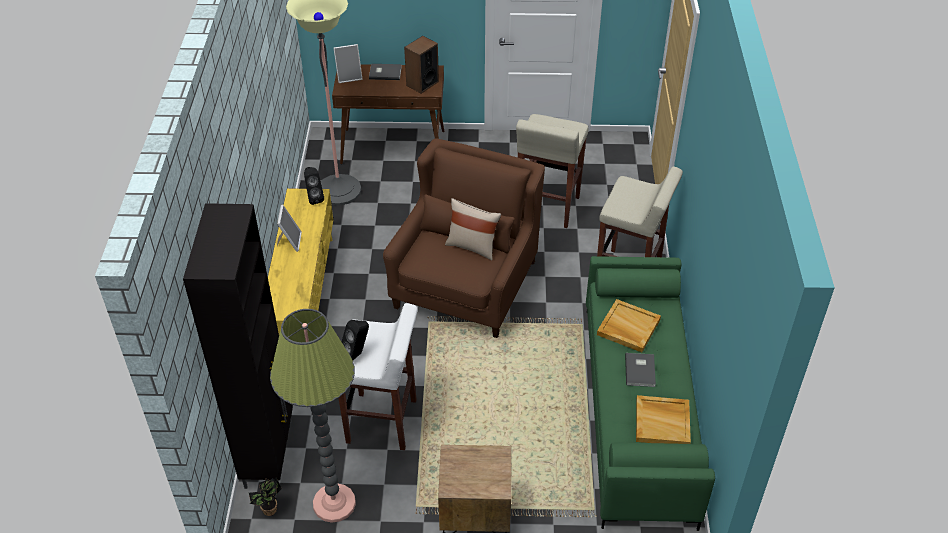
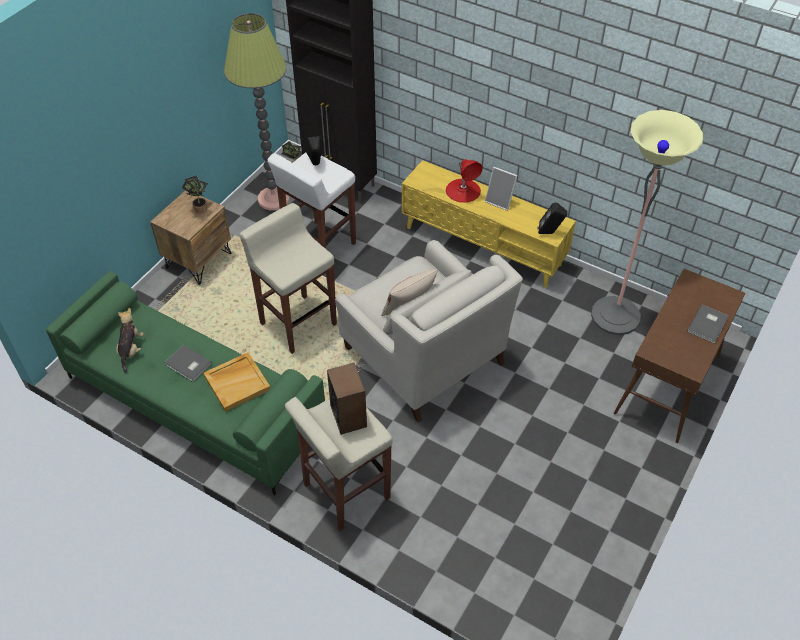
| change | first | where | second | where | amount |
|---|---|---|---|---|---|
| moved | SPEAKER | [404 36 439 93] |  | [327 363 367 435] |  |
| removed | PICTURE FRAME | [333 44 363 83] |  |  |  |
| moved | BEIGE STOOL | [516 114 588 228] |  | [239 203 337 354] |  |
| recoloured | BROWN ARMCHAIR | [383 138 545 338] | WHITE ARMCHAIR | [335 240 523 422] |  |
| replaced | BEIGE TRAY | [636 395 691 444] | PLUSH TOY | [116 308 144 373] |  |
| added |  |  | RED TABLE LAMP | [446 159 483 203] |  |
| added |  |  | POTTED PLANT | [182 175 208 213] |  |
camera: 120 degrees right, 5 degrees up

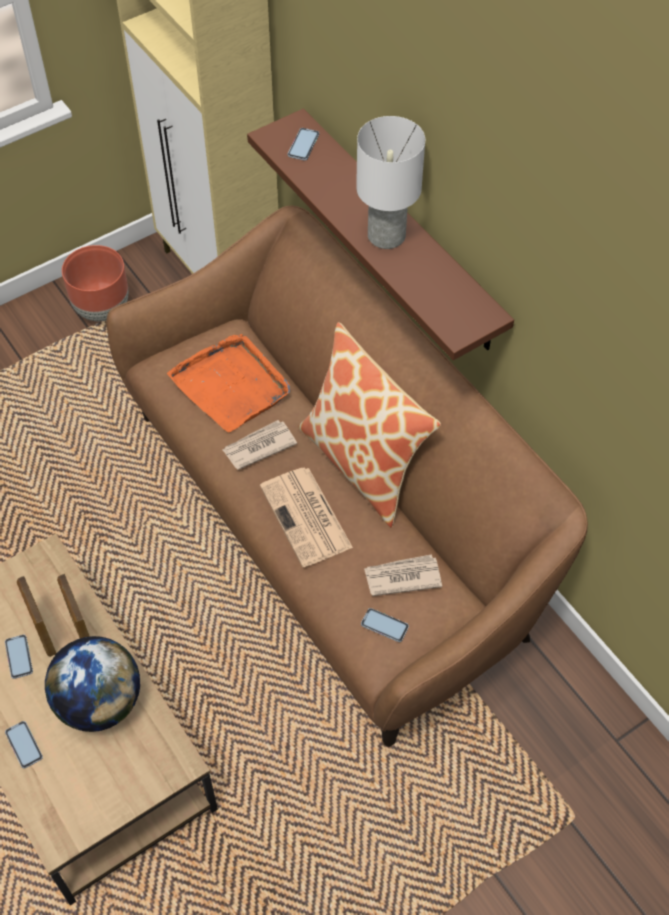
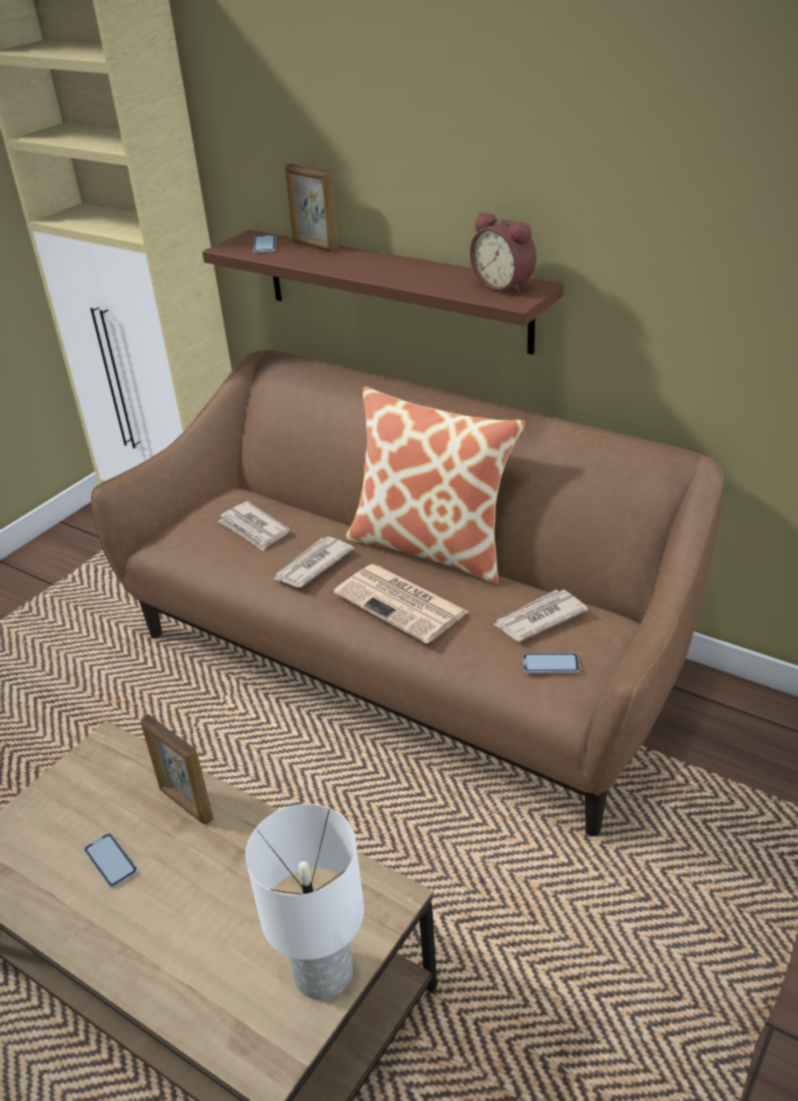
| change | first | where | second | where | amount |
|---|---|---|---|---|---|
| moved | WHITE TABLE LAMP | [356 116 425 249] |  | [246 804 364 1000] |  |
| removed | BROWN PLANTER | [62 245 129 321] |  |  |  |
| replaced | ORANGE TRAY | [167 334 290 433] | NEWSPAPER | [218 501 290 551] |  |
| moved | PICTURE FRAME | [17 576 57 657] |  | [285 164 338 252] |  |
| removed | GLOBE | [45 636 140 732] |  |  |  |
| removed | PHONE | [5 721 43 769] |  |  |  |
| added |  |  | ALARM CLOCK | [470 212 536 294] |  |
camera: 20 degrees left, 20 degrees down

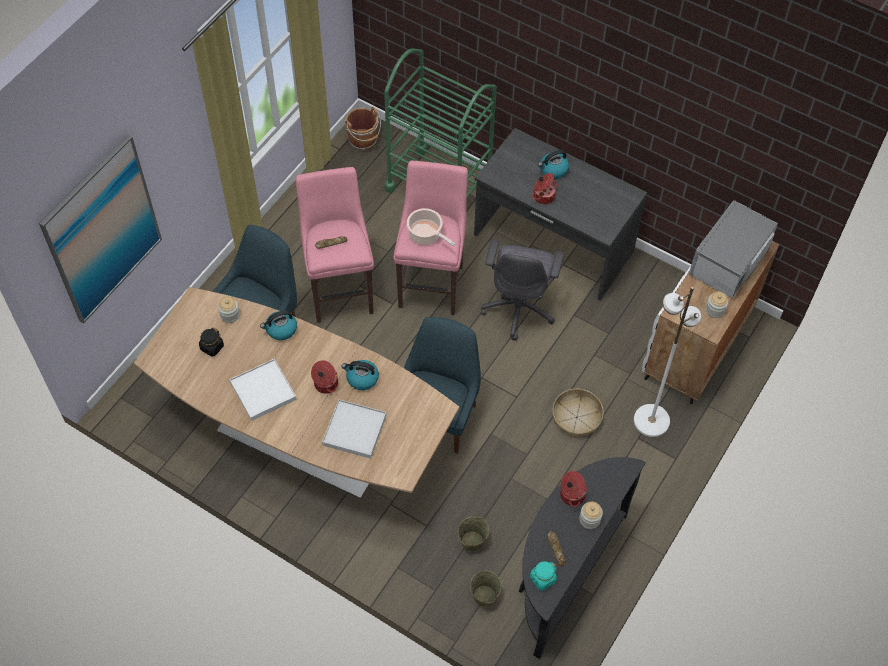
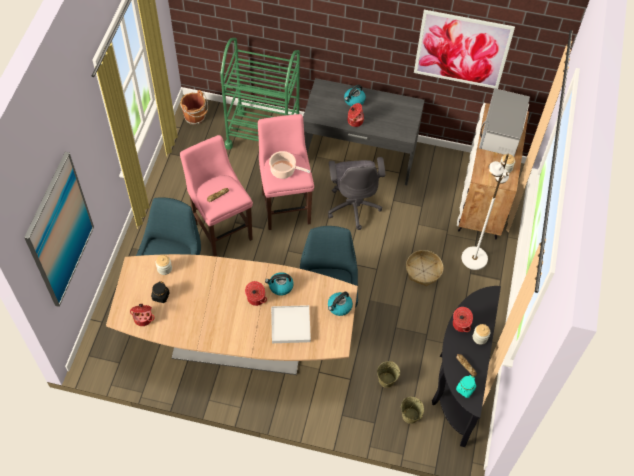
| change | first | where | second | where | amount |
|---|---|---|---|---|---|
| moved | KETTLE | [260 310 297 340] |  | [328 292 353 316] |  |
| removed | WHITE TRAY | [230 359 297 421] |  |  |  |
| added |  |  | PICTURE | [414 10 515 89] |  |
| added |  |  | COOKING POT | [130 304 155 326] |  |
camera: 20 degrees left, 0 degrees up

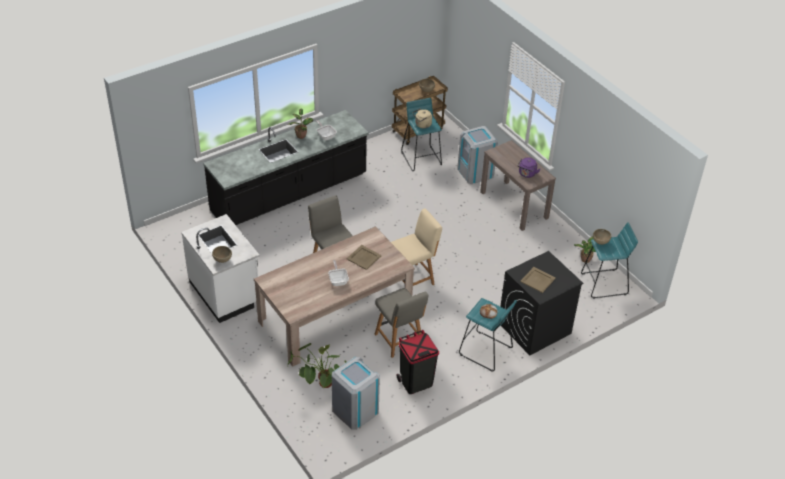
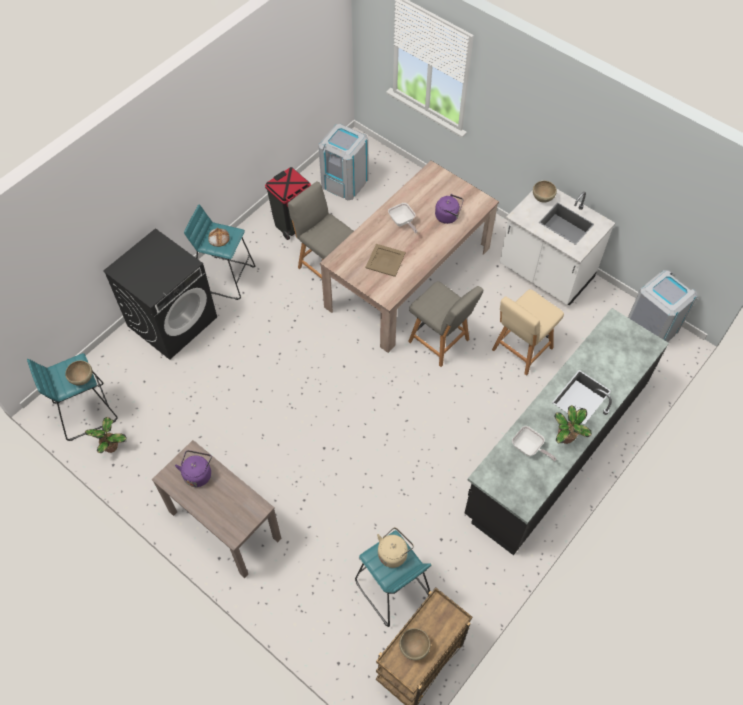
| change | first | where | second | where | amount |
|---|---|---|---|---|---|
| moved | GREY TRASH CAN | [457 126 498 184] |  | [628 270 698 342] |  |
| moved | BEIGE CHAIR | [391 208 442 286] |  | [492 289 564 376] |  |
| removed | BEIGE TRAY | [520 267 556 293] |  |  |  |
| removed | POTTED PLANT | [288 343 346 389] |  |  |  |
| added |  |  | PURPLE KETTLE | [435 194 463 224] |  |
camera: 165 degrees right, 15 degrees up

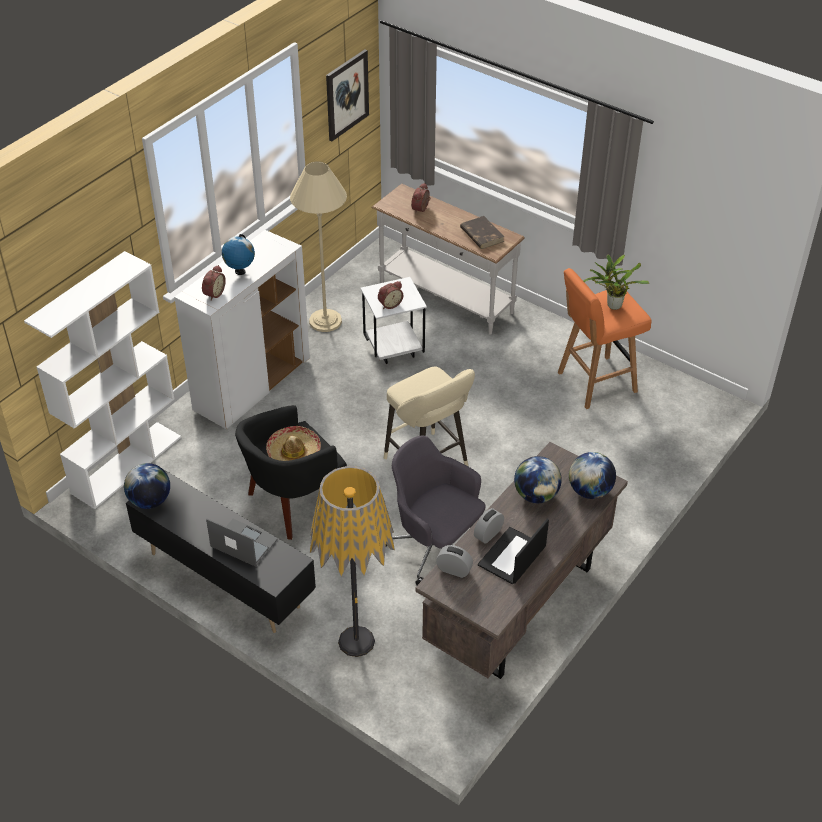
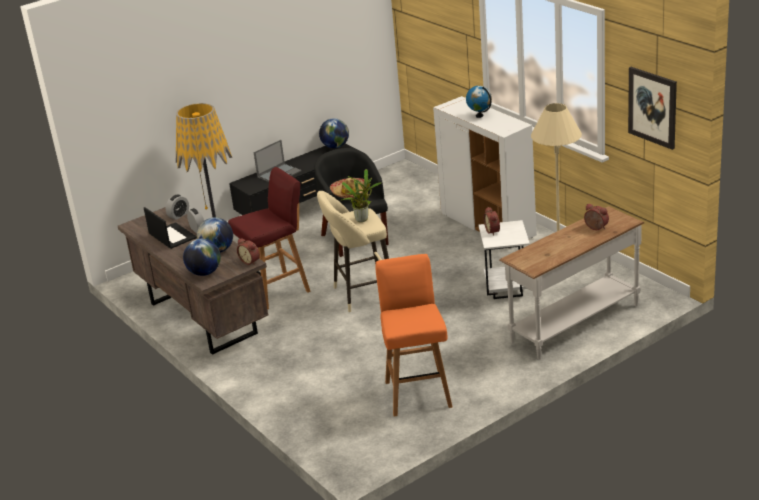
| change | first | where | second | where | amount |
|---|---|---|---|---|---|
| removed | BROWN BOOK | [460 216 504 249] |  |  |  |
| removed | WHITE BOOKCASE | [24 251 181 509] |  |  |  |
| moved | POTTED PLANT | [583 255 649 310] |  | [340 169 382 222] |  |
| moved | ALARM CLOCK | [202 265 226 301] |  | [237 238 260 265] |  |
| replaced | GREY OFFICE CHAIR | [386 435 486 585] | RED STOOL | [228 167 311 310] |  |
camera: 110 degrees right, 15 degrees down

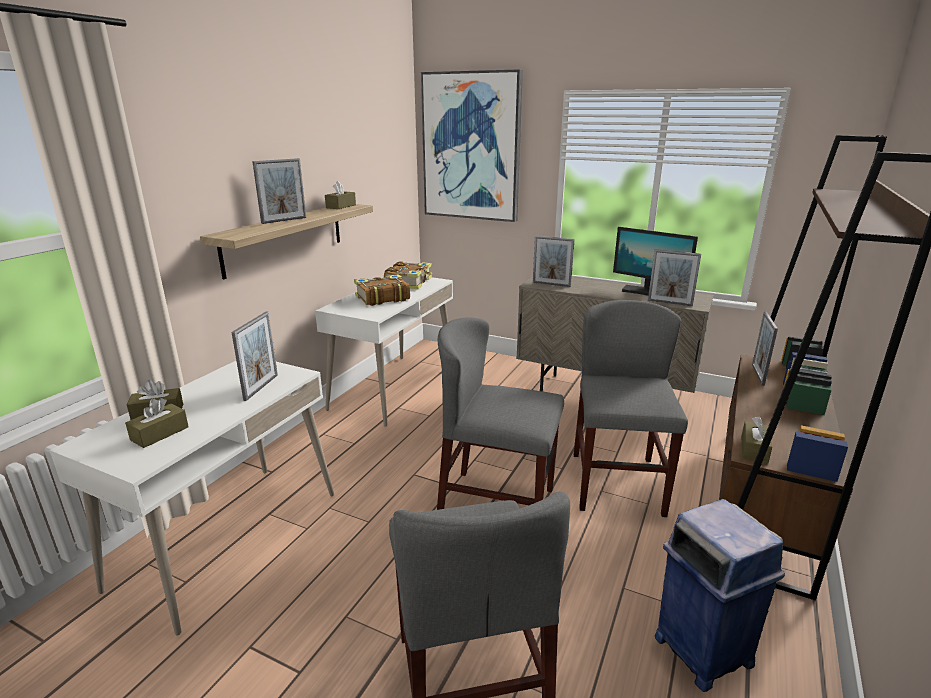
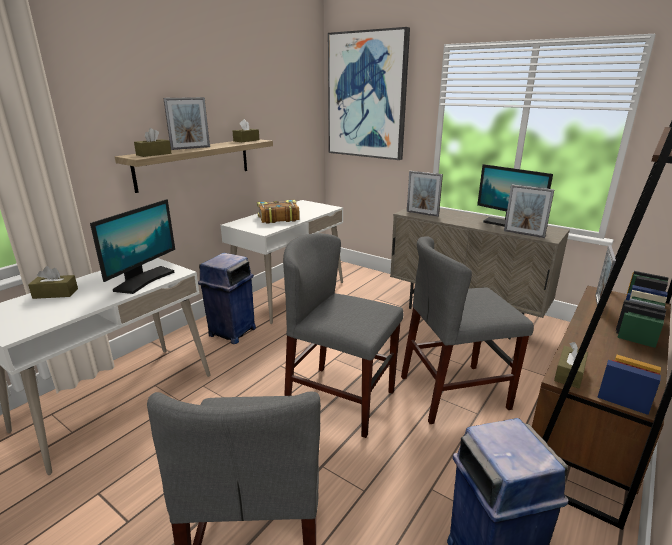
| change | first | where | second | where | amount |
|---|---|---|---|---|---|
| removed | BOOK | [384 261 432 289] |  |  |  |
| turned | GREY CHAIR | [574 300 688 517] |  | [401 237 534 424] | 120 degrees counterclockwise |
| replaced | PICTURE FRAME | [231 312 278 401] | MONITOR | [90 199 175 294] |  |
| moved | BROWN TISSUE BOX | [125 398 189 448] |  | [134 128 171 157] |  |
| added |  |  | BLUE TRASH CAN | [198 253 256 344] |  |
camera: 10 degrees right, 0 degrees up

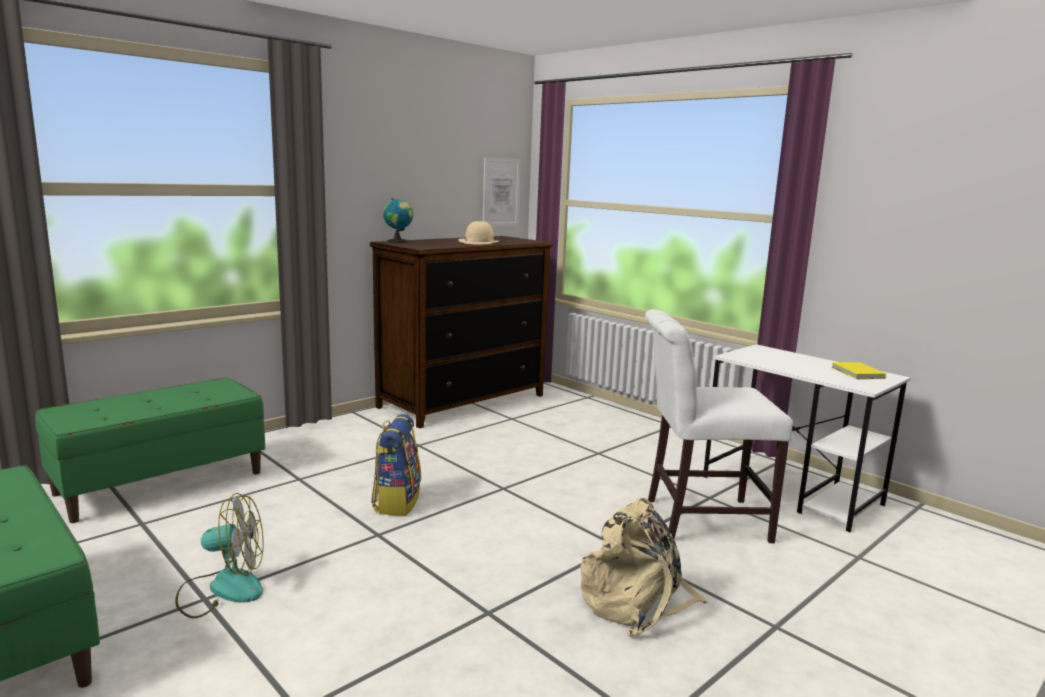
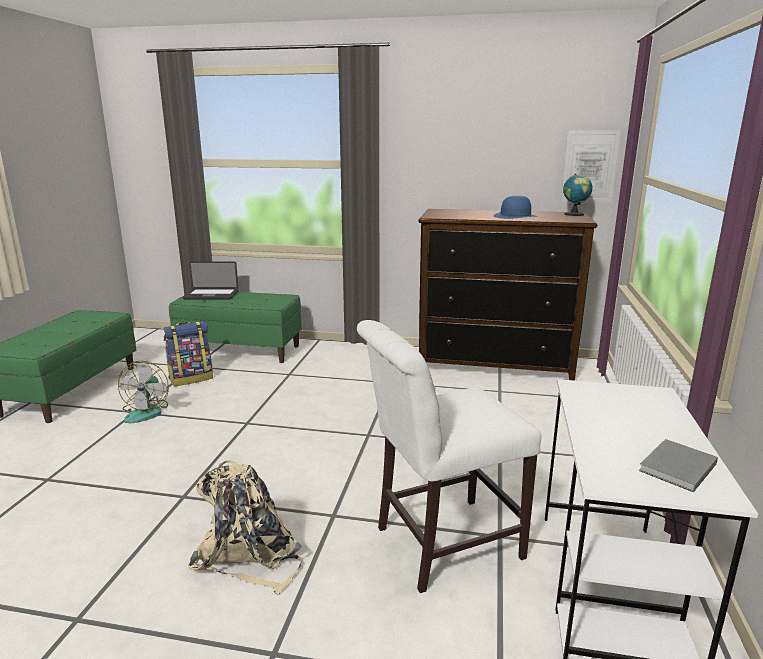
| change | first | where | second | where | amount |
|---|---|---|---|---|---|
| moved | GLOBE | [383 198 413 243] |  | [563 174 592 216] |  |
| recoloured | BEIGE HAT | [458 221 499 245] | BLUE HAT | [494 196 538 219] |  |
| turned | WHITE CHAIR | [645 309 793 543] |  | [357 320 542 593] | 75 degrees counterclockwise |
| recoloured | YELLOW BOOK | [831 362 886 379] | GREY BOOK | [639 439 718 492] |  |
| moved | BACKPACK | [371 414 421 516] |  | [164 321 213 386] |  |
| turned | FAN | [175 493 264 618] |  | [118 361 169 423] | 45 degrees clockwise |
| added |  |  | LAPTOP | [183 261 238 299] |  |
camera: 55 degrees right, 5 degrees up

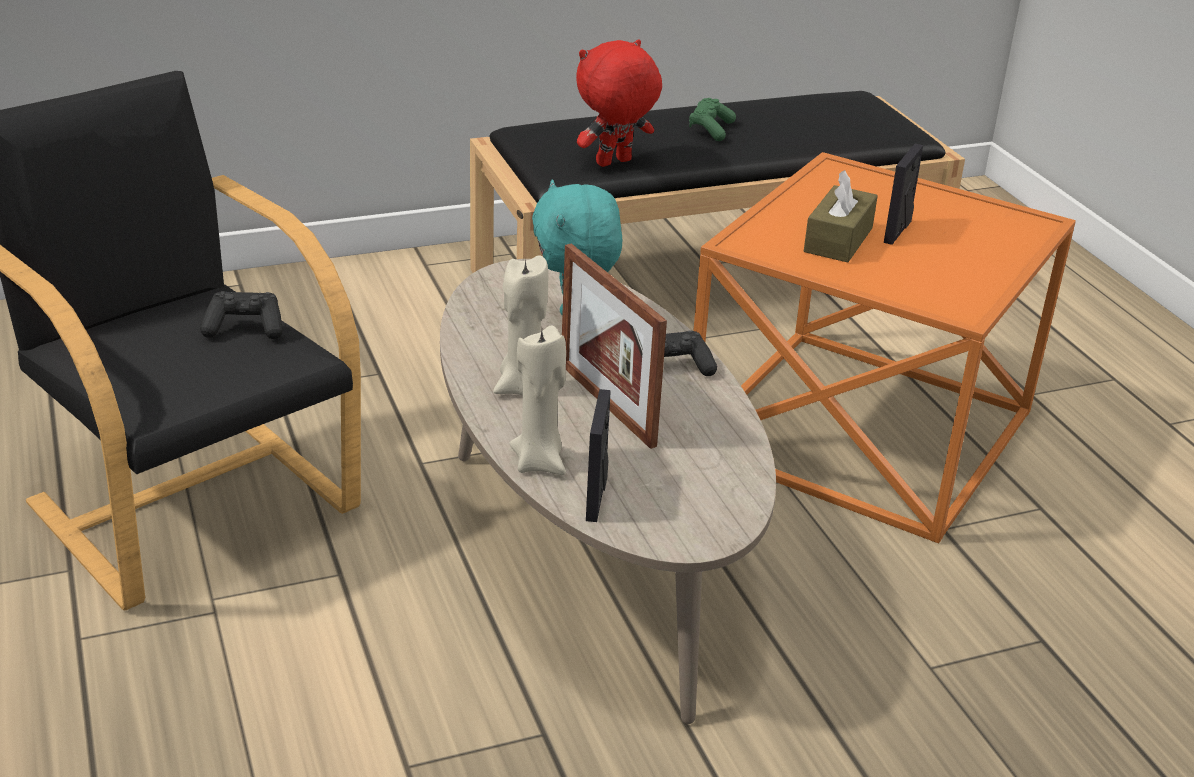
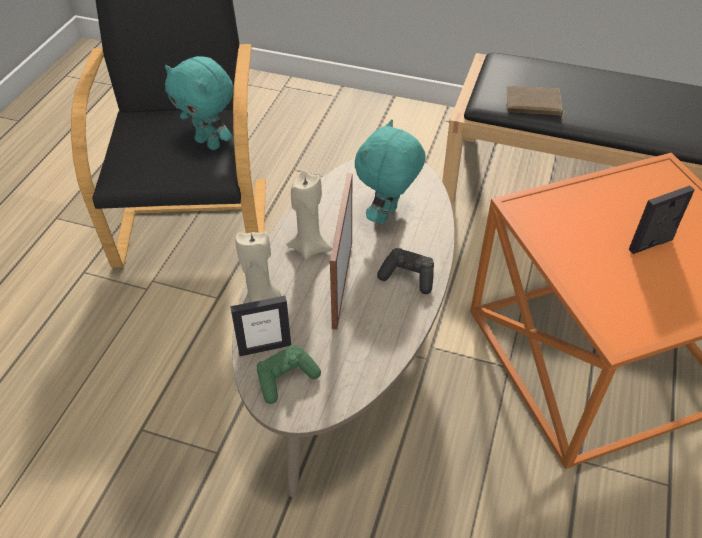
| change | first | where | second | where | amount |
|---|---|---|---|---|---|
| replaced | RED PLUSH TOY | [576 39 662 167] | BROWN BOOK | [507 86 565 119] |  |
| moved | GREEN GAME CONTROLLER | [689 98 736 141] |  | [257 345 321 404] |  |
| removed | BROWN TISSUE BOX | [804 170 878 262] |  |  |  |
| replaced | BLACK GAME CONTROLLER | [200 291 283 339] | TURQUOISE PLUSH TOY | [165 56 233 150] |  |
| turned | PICTURE FRAME | [586 389 611 522] |  | [230 296 291 356] | 150 degrees counterclockwise |
camera: 40 degrees right, 15 degrees up

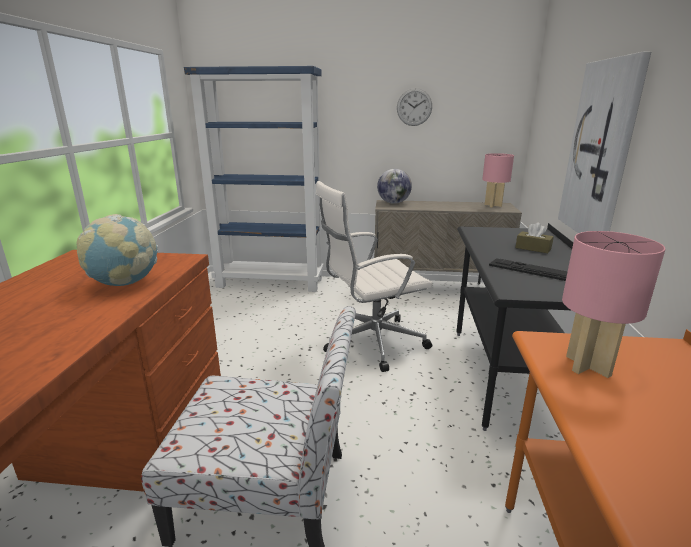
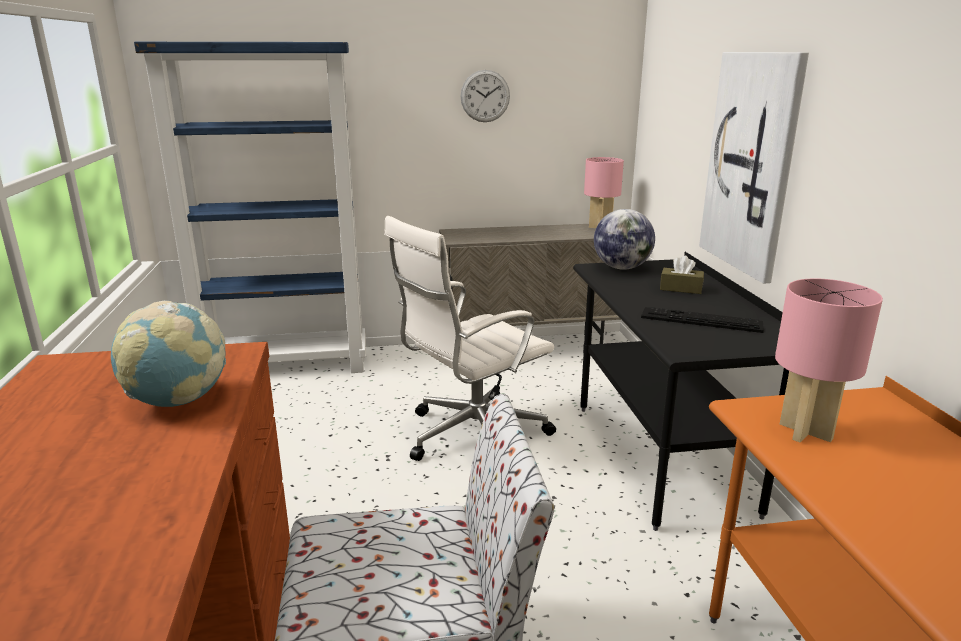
| change | first | where | second | where | amount |
|---|---|---|---|---|---|
| moved | GLOBE | [377 169 412 204] |  | [594 209 655 270] |  |
camera: 15 degrees left, 0 degrees up

